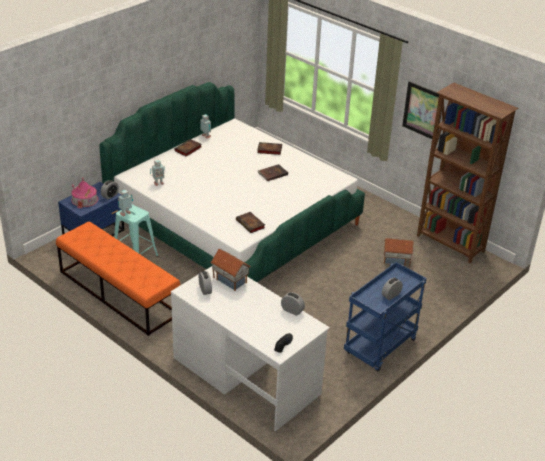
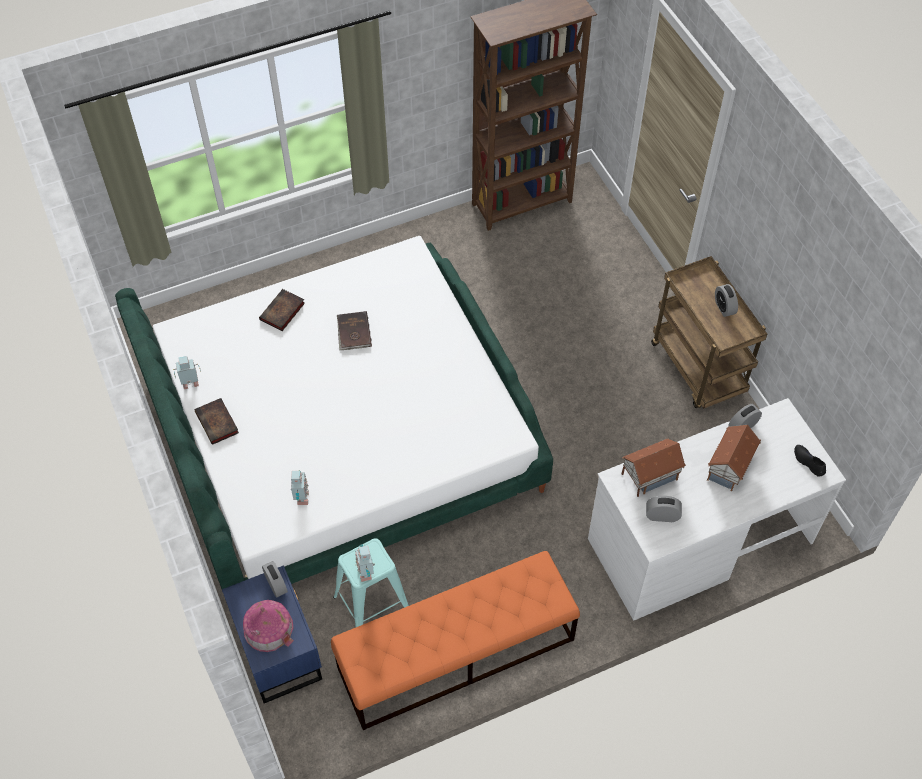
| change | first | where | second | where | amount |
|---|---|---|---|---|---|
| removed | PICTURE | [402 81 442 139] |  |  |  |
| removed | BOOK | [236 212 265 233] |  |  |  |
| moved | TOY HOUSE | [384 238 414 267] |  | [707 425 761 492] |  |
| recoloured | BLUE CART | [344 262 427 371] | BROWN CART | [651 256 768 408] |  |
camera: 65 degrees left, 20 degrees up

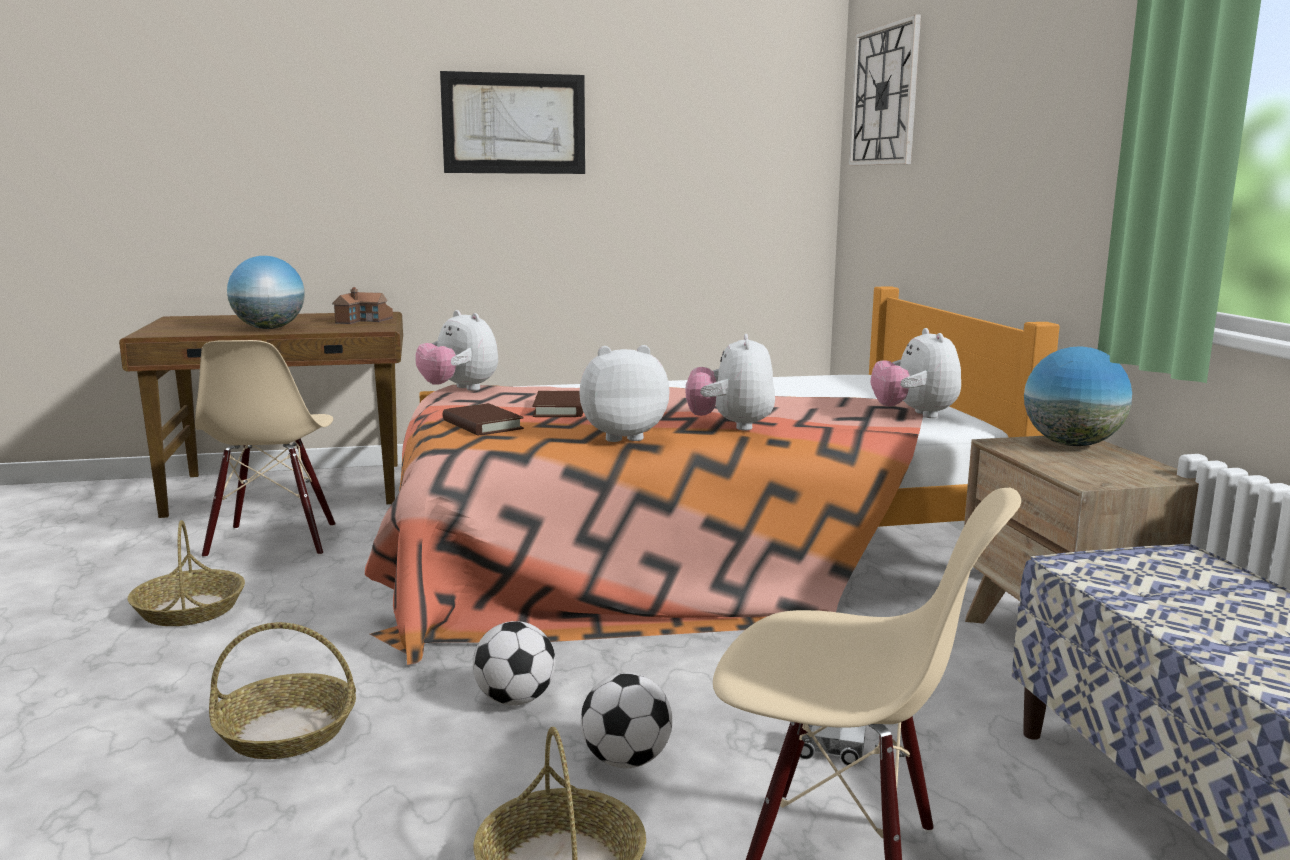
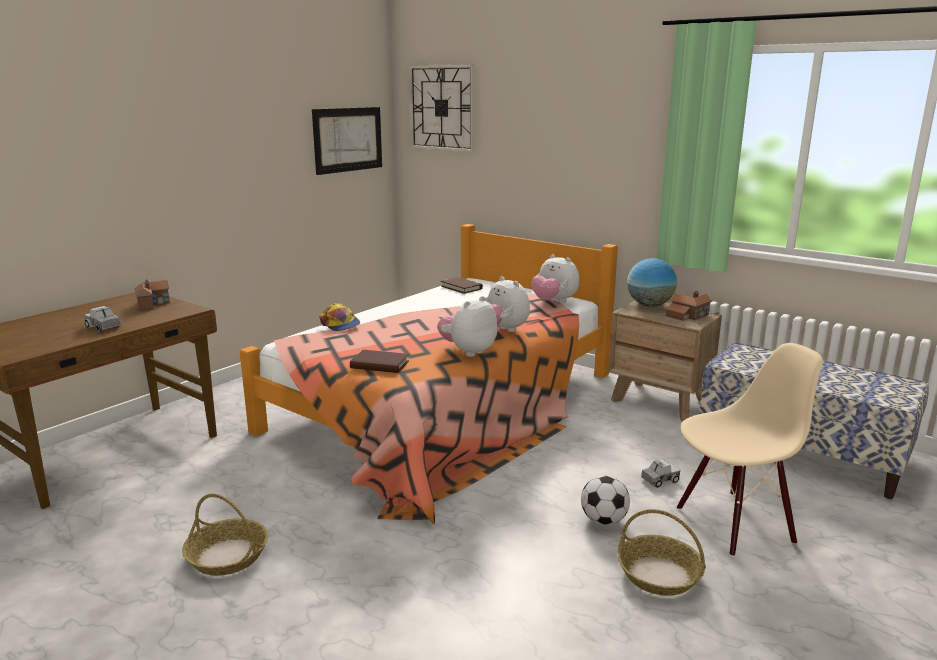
| change | first | where | second | where | amount |
|---|---|---|---|---|---|
| moved | PICTURE | [440 71 585 174] |  | [312 107 382 175] |  |
| replaced | GLOBE | [227 256 305 329] | TOY TRUCK | [85 306 121 332] |  |
| removed | PLUSH TOY | [415 310 498 391] |  |  |  |
| removed | BEIGE CHAIR | [195 340 336 558] |  |  |  |
| moved | BROWN BOOK | [533 391 583 417] |  | [441 277 483 294] |  |
| removed | FOOTBALL | [473 621 556 706] |  |  |  |
| removed | BASKET | [209 622 356 759] |  |  |  |
| added |  |  | TOY HOUSE | [665 291 712 321] |  |
| added |  |  | CAP | [319 303 360 331] |  |
camera: 40 degrees left, 5 degrees up

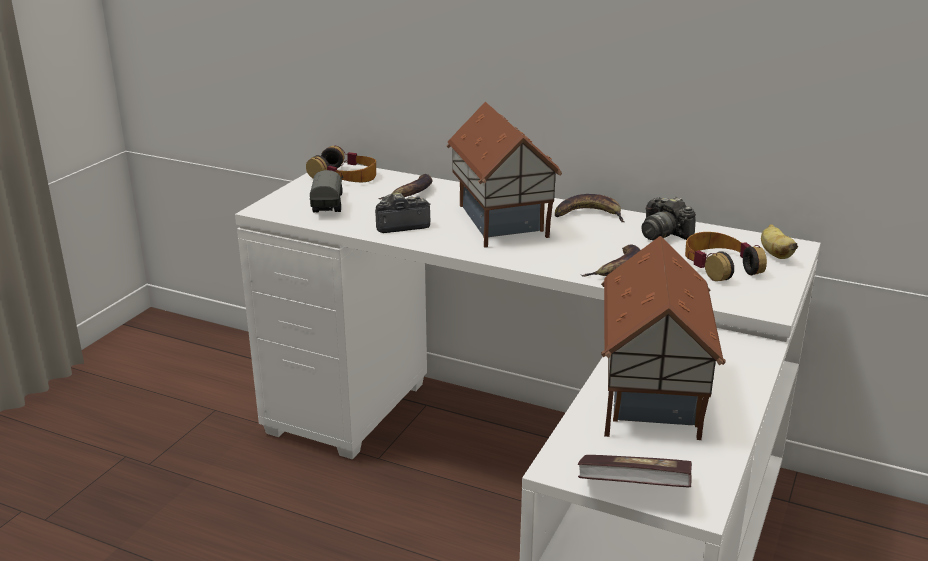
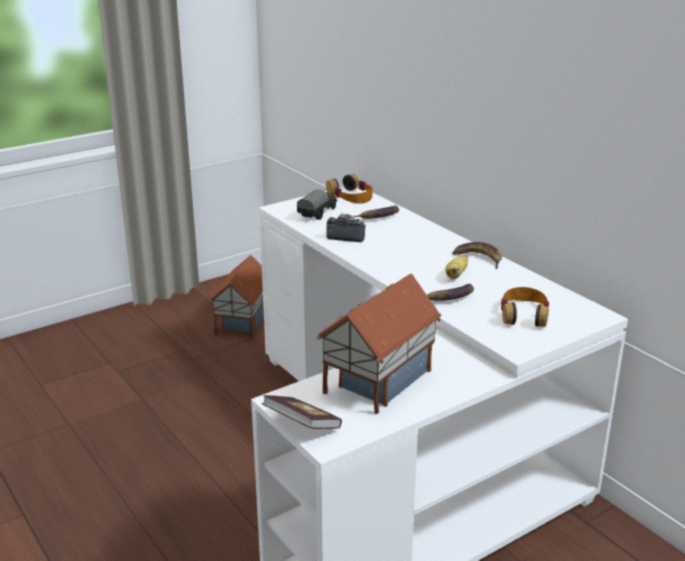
| change | first | where | second | where | amount |
|---|---|---|---|---|---|
| moved | TOY HOUSE | [447 102 562 248] |  | [209 255 264 338] |  |
| removed | PHOTO CAMERA | [641 197 696 241] |  |  |  |
| moved | BANANA | [761 224 798 259] |  | [445 255 468 279] |  |
camera: 30 degrees right, 0 degrees up

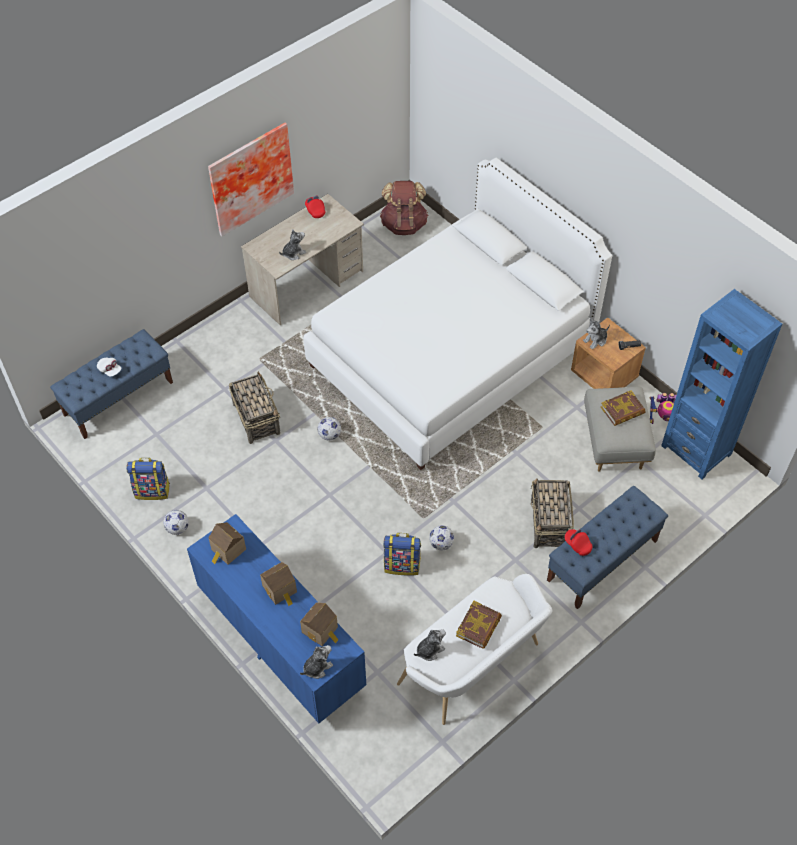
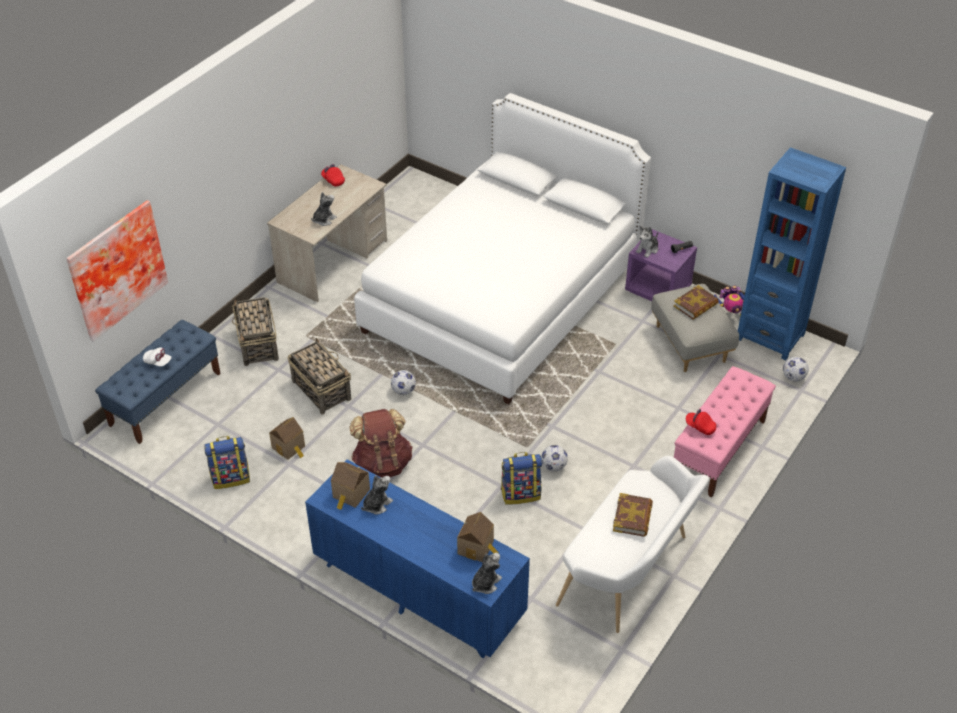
| change | first | where | second | where | amount |
|---|---|---|---|---|---|
| moved | PICTURE | [208 123 294 236] |  | [66 200 168 341] |  |
| moved | BROWN BACKPACK | [380 181 428 235] |  | [350 409 412 477] |  |
| recoloured | BROWN NIGHTSTAND | [571 318 646 389] | PURPLE NIGHTSTAND | [625 229 697 301] |  |
| moved | BASKET | [531 479 574 548] |  | [232 297 279 366] |  |
| recoloured | BLUE BENCH | [547 486 668 609] | PINK BENCH | [674 366 776 497] |  |
| moved | FOOTBALL | [164 510 189 535] |  | [783 357 809 381] |  |
| moved | TOY HOUSE | [260 562 297 606] |  | [269 417 305 460] |  |
| moved | PLUSH TOY | [414 629 446 661] |  | [361 475 393 515] |  |
camera: 15 degrees left, 10 degrees down

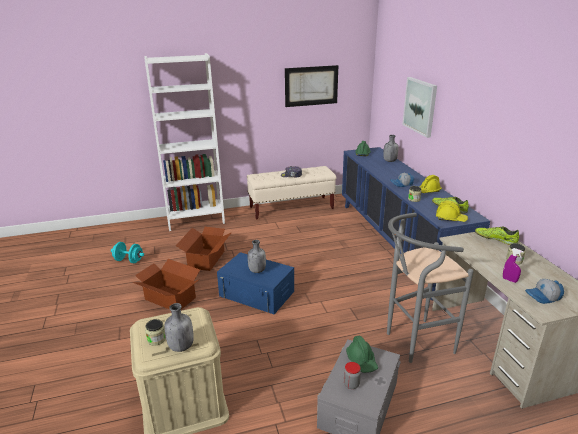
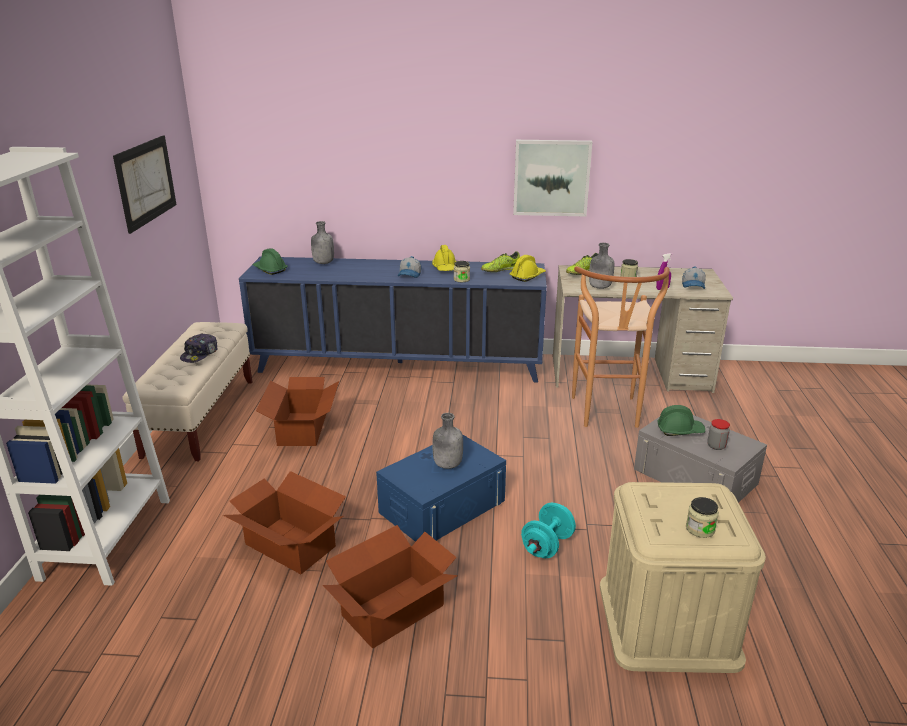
| change | first | where | second | where | amount |
|---|---|---|---|---|---|
| moved | PICTURE | [402 77 437 138] |  | [513 140 592 216] |  |
| recoloured | GREY STOOL | [387 213 474 363] | BROWN STOOL | [572 266 670 428] |  |
| moved | TURQUOISE DUMBBELL | [111 242 144 263] |  | [521 503 576 558] |  |
| moved | GREY BOTTLE | [164 303 194 352] |  | [589 243 614 289] |  |
| added |  |  | CARDBOARD BOX | [256 377 339 446] |  |
camera: 70 degrees left, 0 degrees up

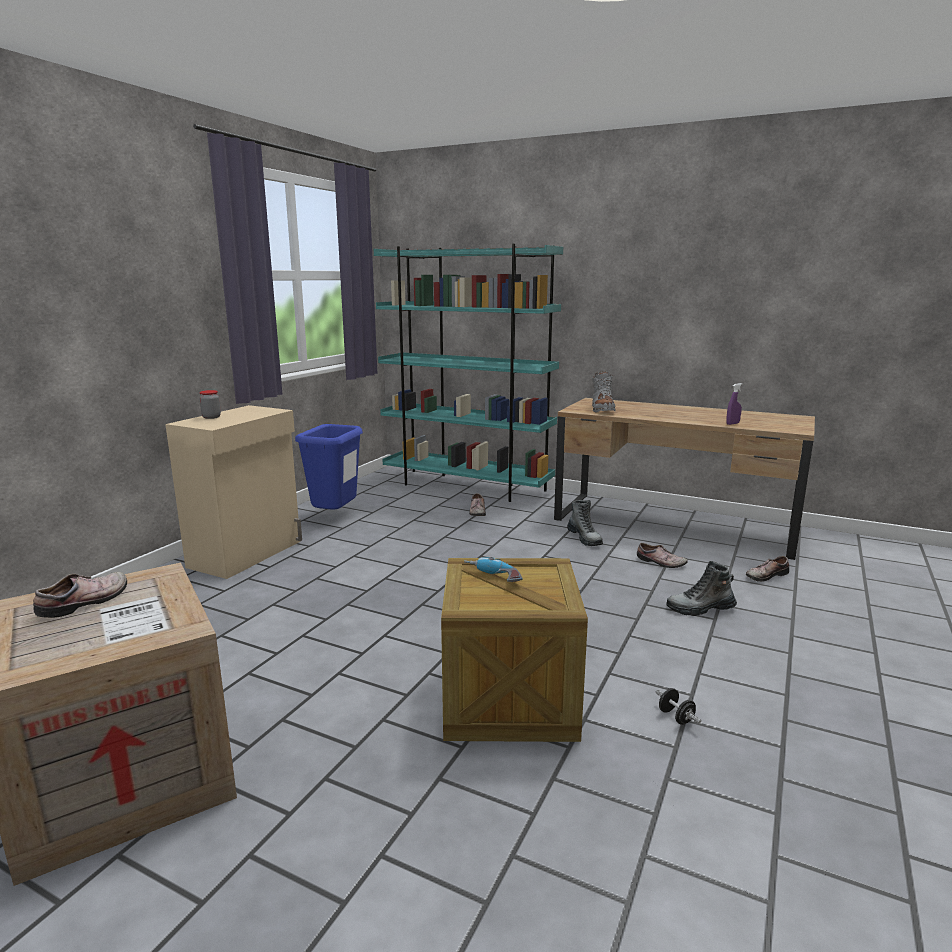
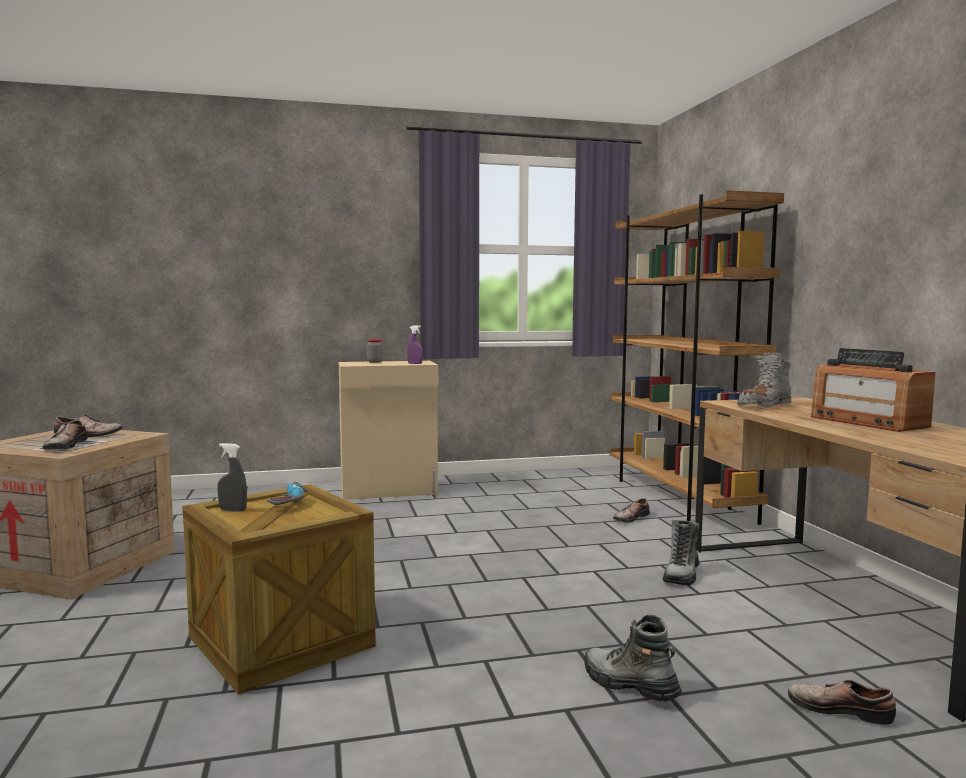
| change | first | where | second | where | amount |
|---|---|---|---|---|---|
| recoloured | TURQUOISE BOOKCASE | [374 244 563 502] | BROWN BOOKCASE | [610 190 784 525] |  |
| moved | PURPLE SPRAY BOTTLE | [726 383 743 425] |  | [407 326 423 364] |  |
| removed | BLUE TRASH CAN | [295 424 363 509] |  |  |  |
| moved | SHOE | [637 543 688 568] |  | [42 420 88 449] |  |
| removed | BLACK DUMBBELL | [656 688 701 725] |  |  |  |
| added |  |  | RADIO | [811 348 936 432] |  |
| added |  |  | GREY SPRAY BOTTLE | [217 443 247 511] |  |
camera: 50 degrees right, 10 degrees down

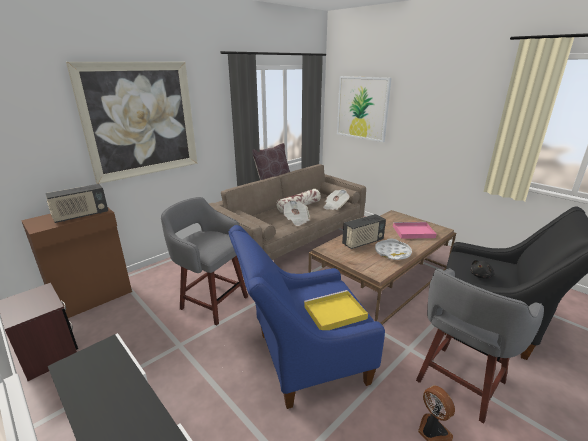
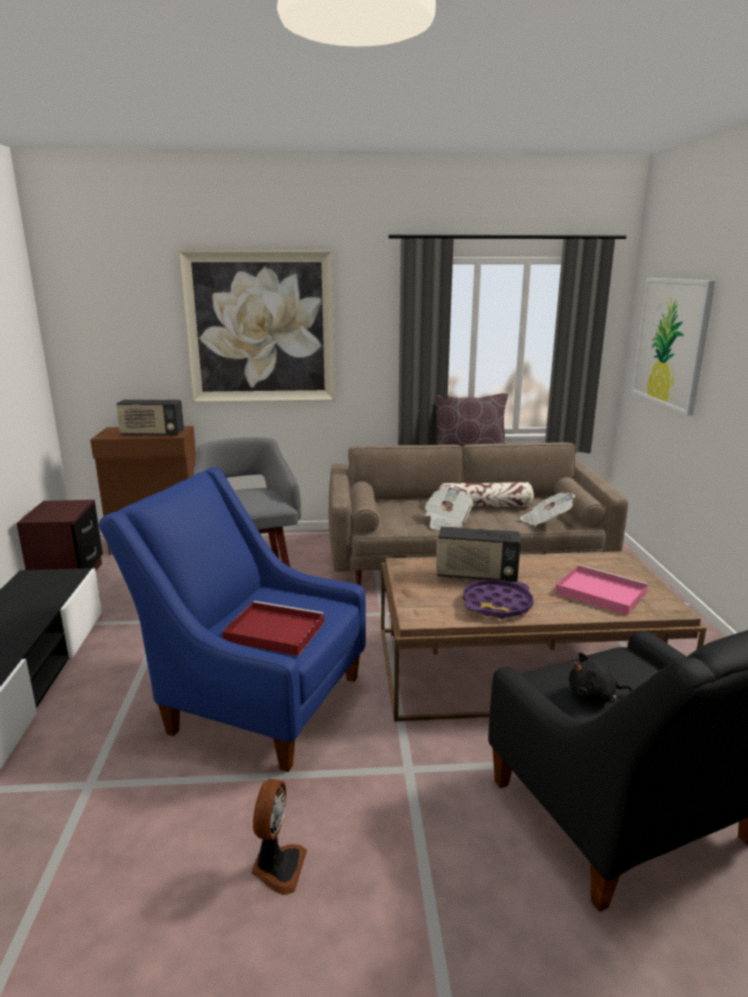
| change | first | where | second | where | amount |
|---|---|---|---|---|---|
| recoloured | WHITE TRAY | [375 238 412 260] | PURPLE TRAY | [463 580 533 619] |  |
| removed | GREY STOOL | [416 268 544 424] |  |  |  |
| recoloured | YELLOW TRAY | [304 290 368 330] | RED TRAY | [222 601 325 656] |  |
camera: 40 degrees right, 5 degrees down

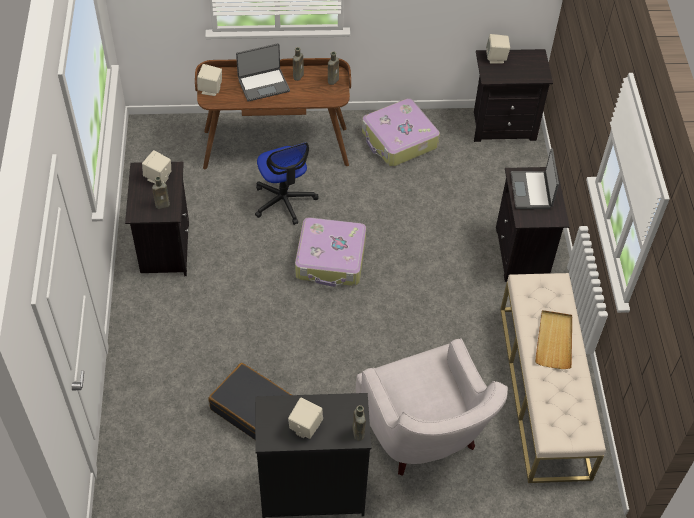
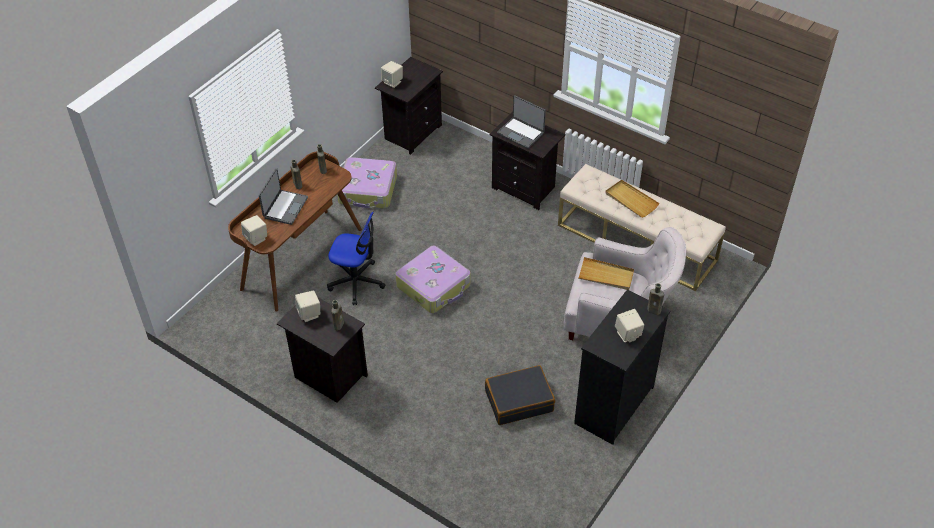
| change | first | where | second | where | amount |
|---|---|---|---|---|---|
| added |  |  | BEIGE TRAY | [578 257 634 290] |  |
camera: 50 degrees left, 5 degrees down

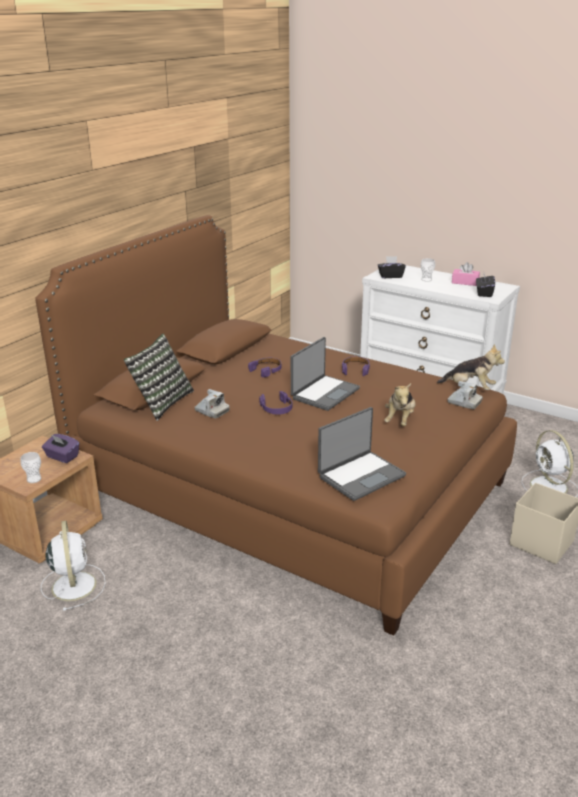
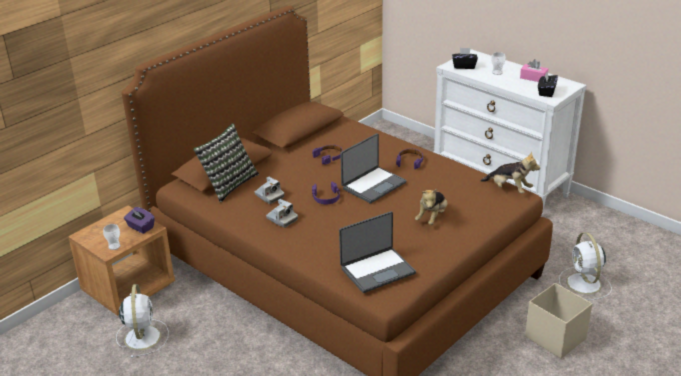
| change | first | where | second | where | amount |
|---|---|---|---|---|---|
| moved | PHOTO CAMERA | [448 381 483 409] |  | [266 199 298 228] |  |
camera: 10 degrees right, 5 degrees up

